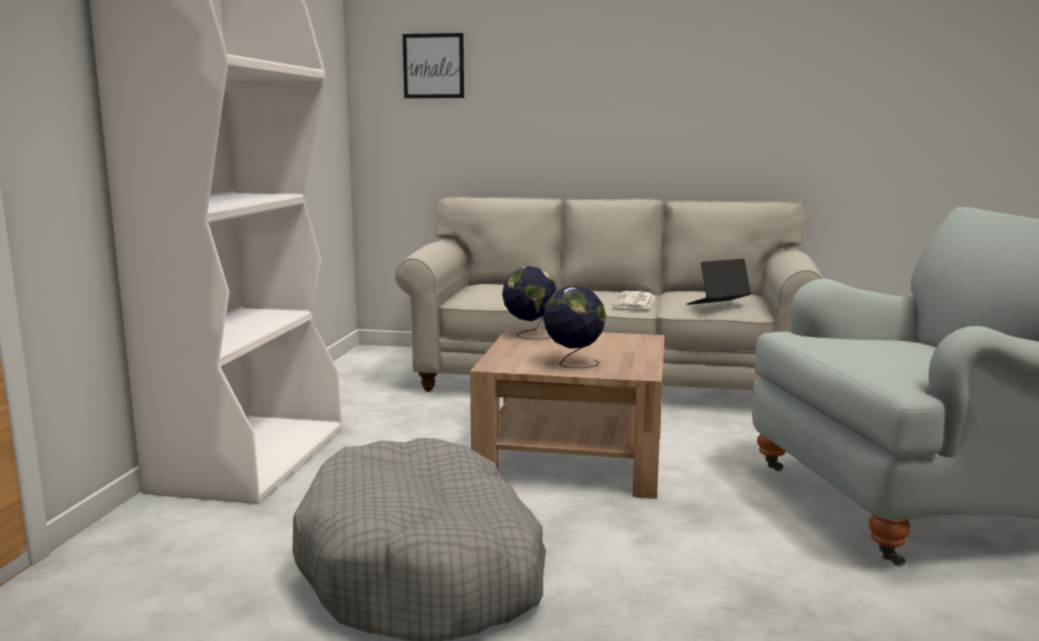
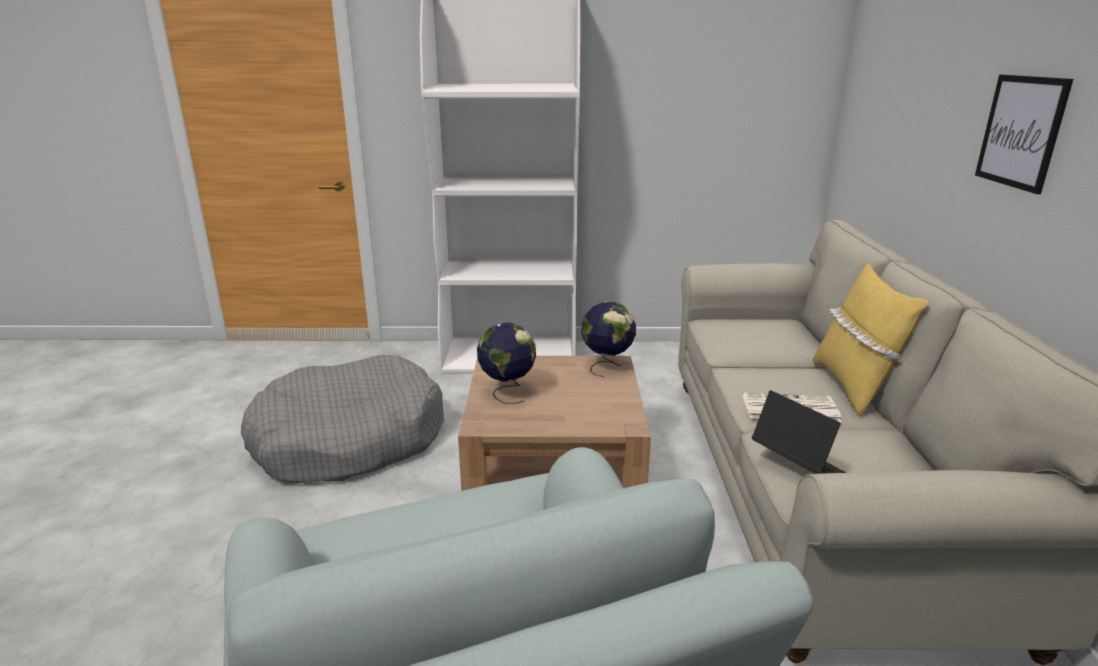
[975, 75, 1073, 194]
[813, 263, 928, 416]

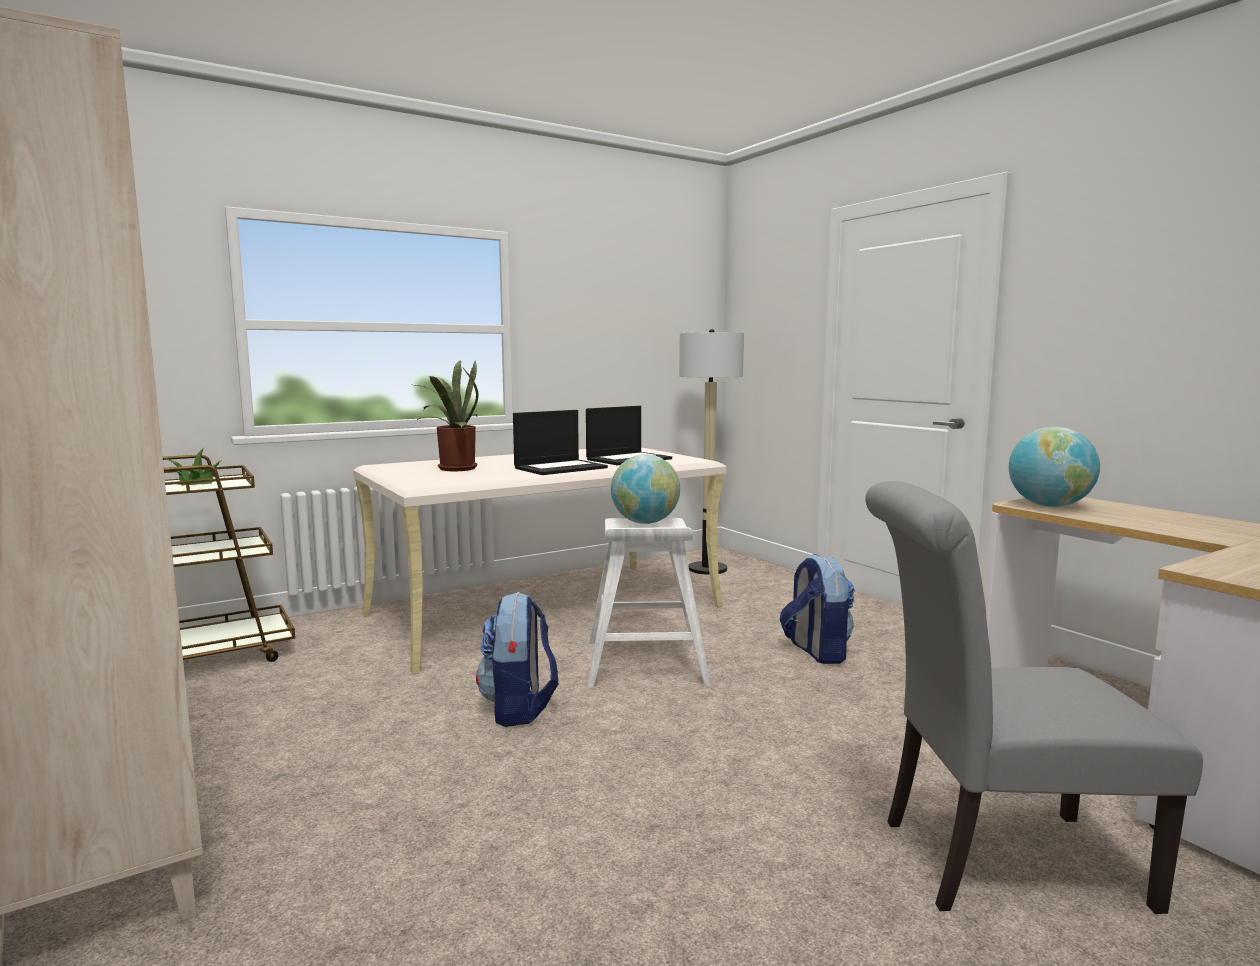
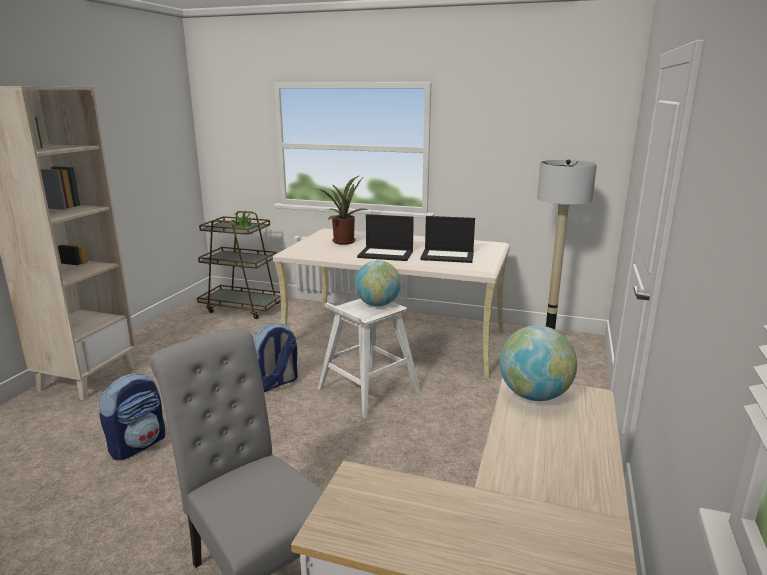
[99, 373, 165, 460]

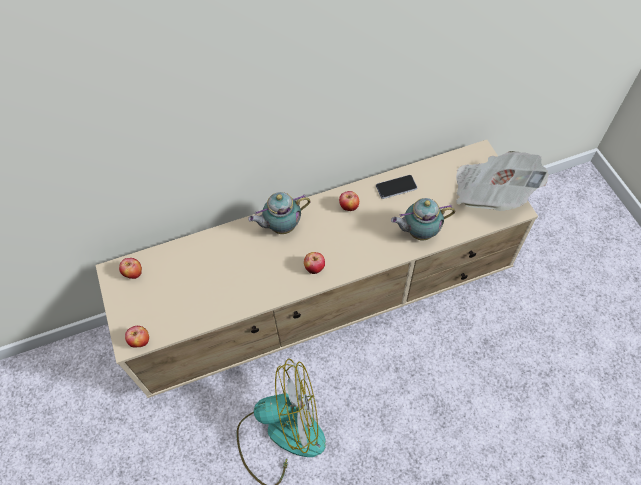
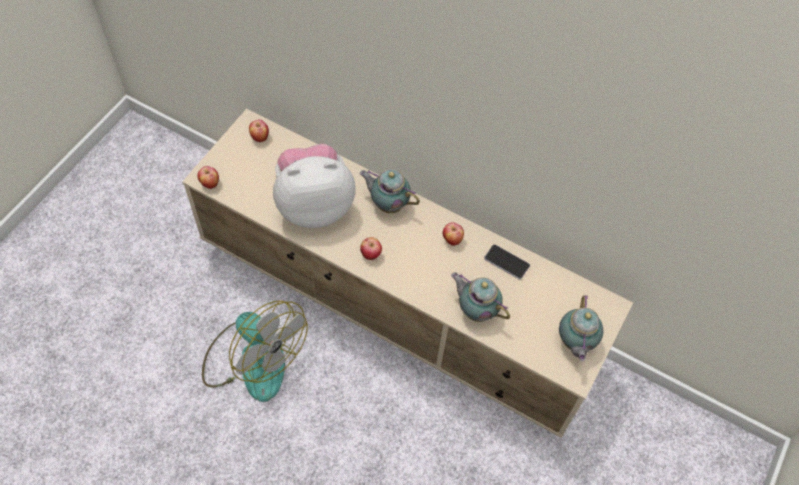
[559, 295, 604, 361]
[273, 144, 356, 228]

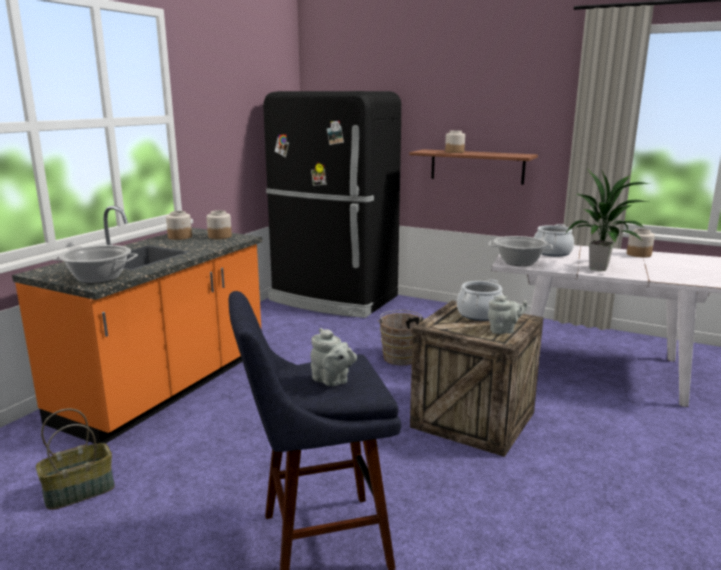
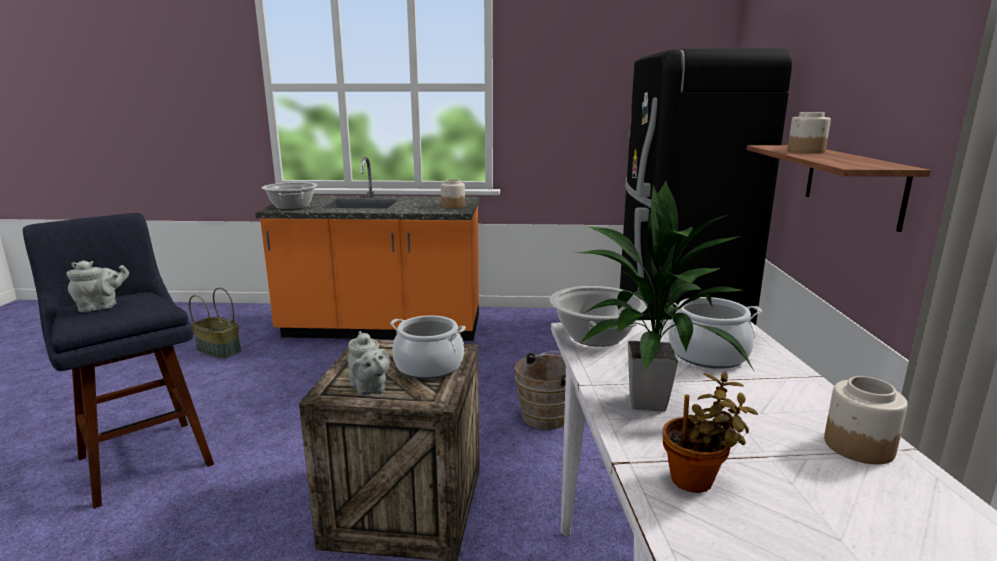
[166, 211, 192, 240] (first image)
[66, 261, 129, 312]
[663, 373, 758, 493]

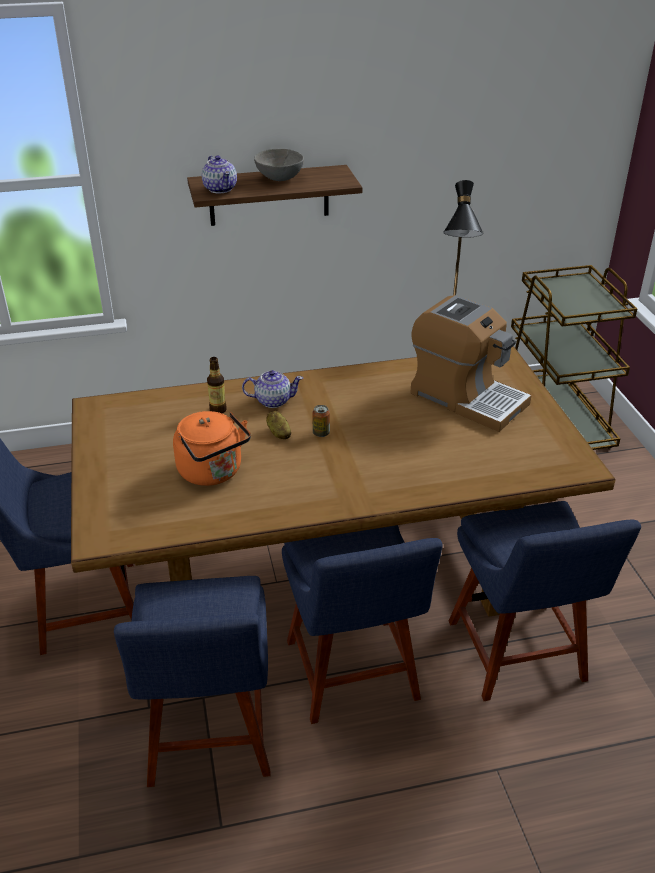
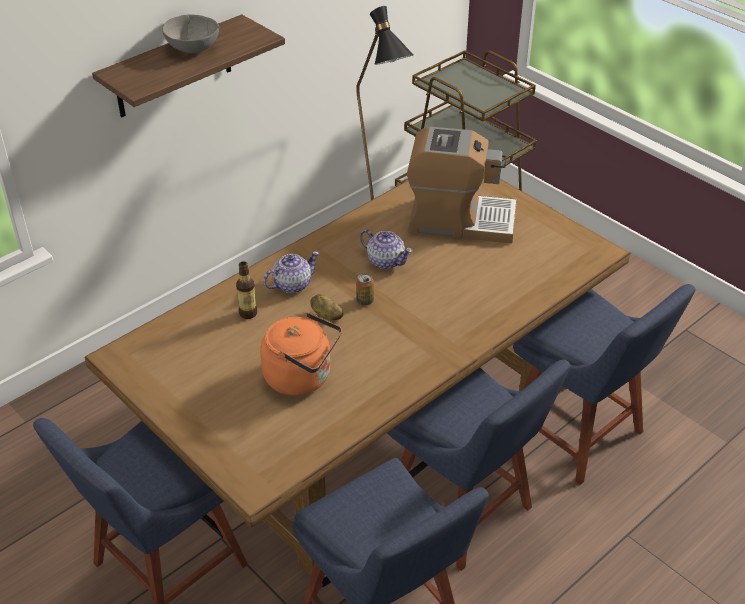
[360, 229, 413, 269]

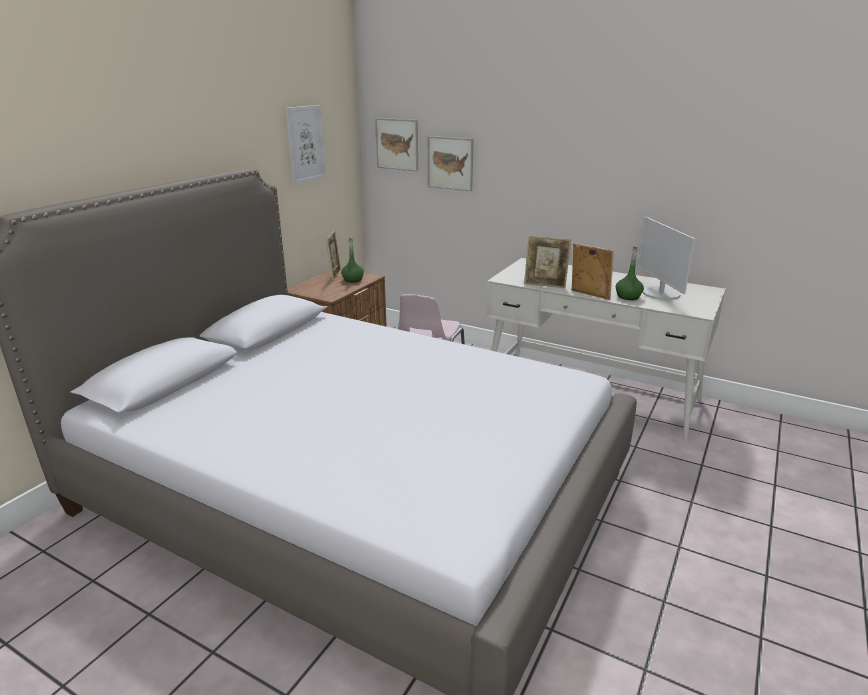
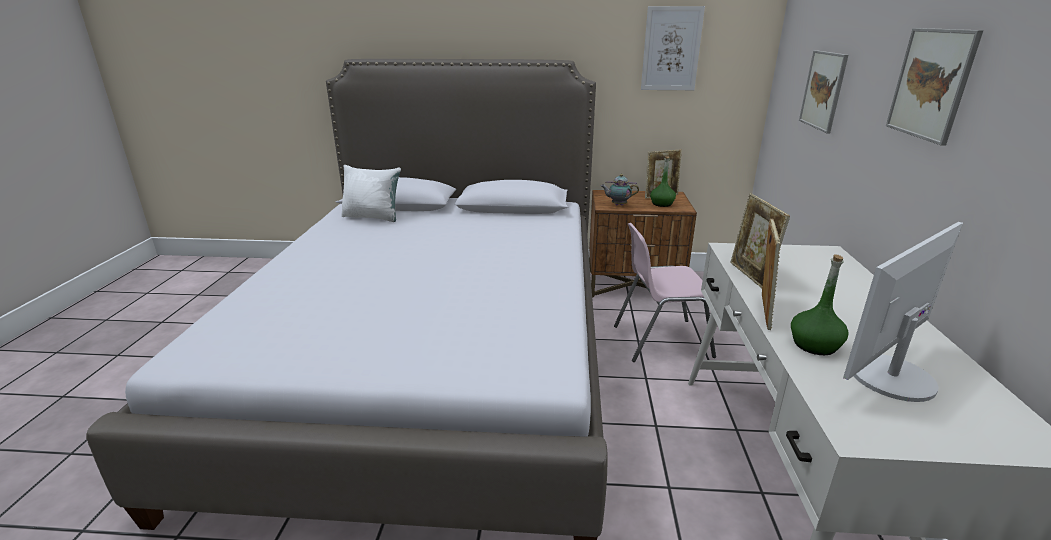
[886, 28, 984, 146]
[341, 165, 401, 222]
[601, 174, 639, 206]

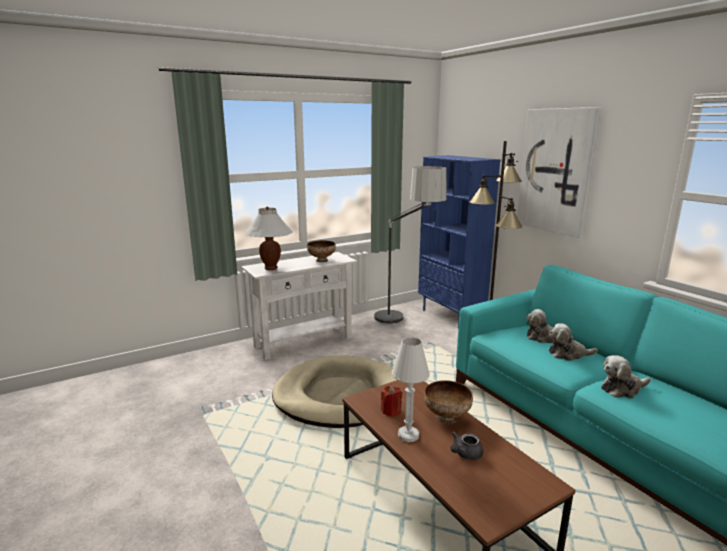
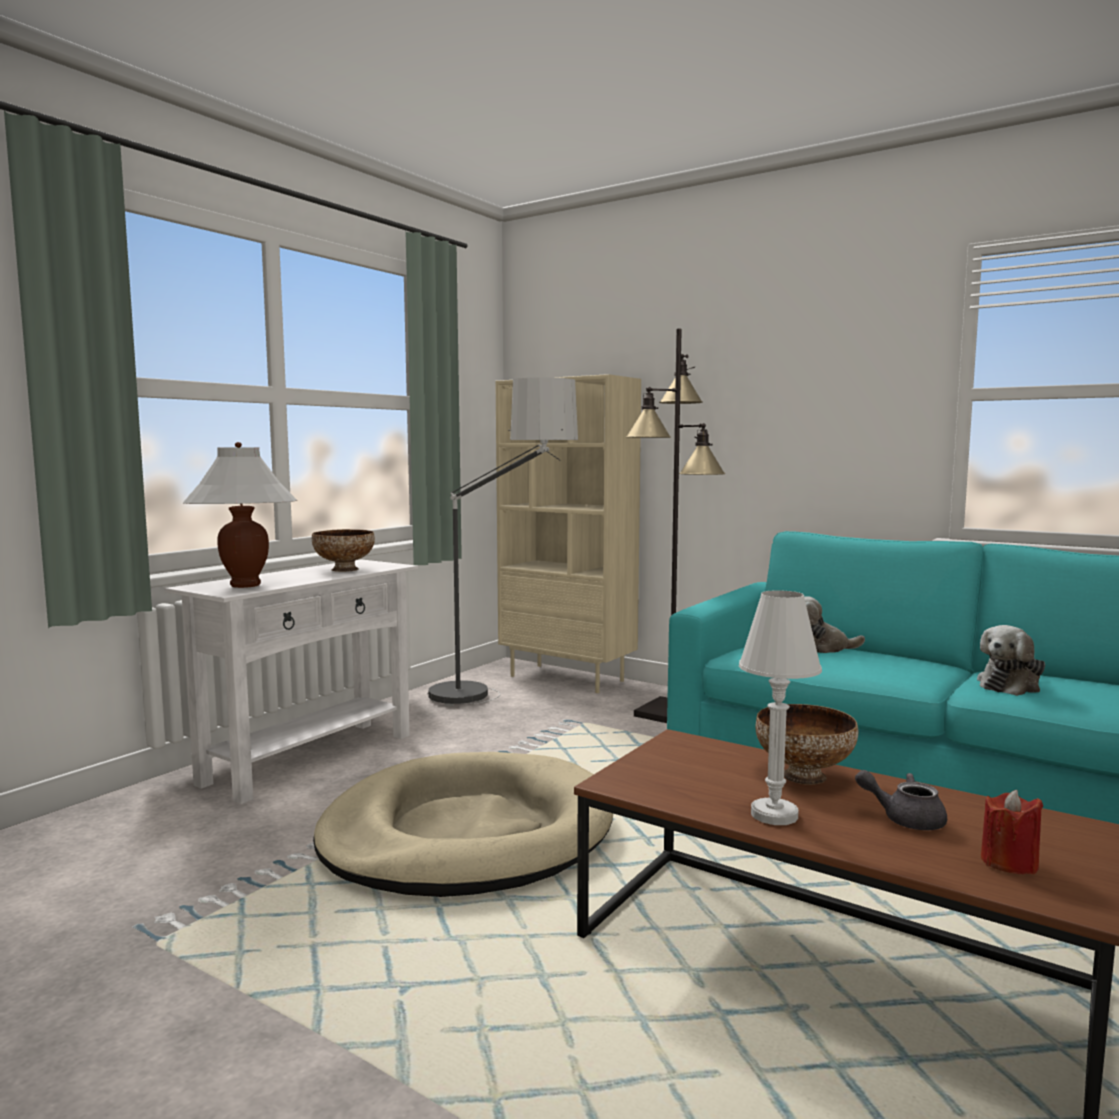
[981, 790, 1043, 874]
[495, 374, 641, 693]
[855, 770, 947, 830]
[517, 107, 601, 238] (first image)
[549, 323, 598, 361] (first image)

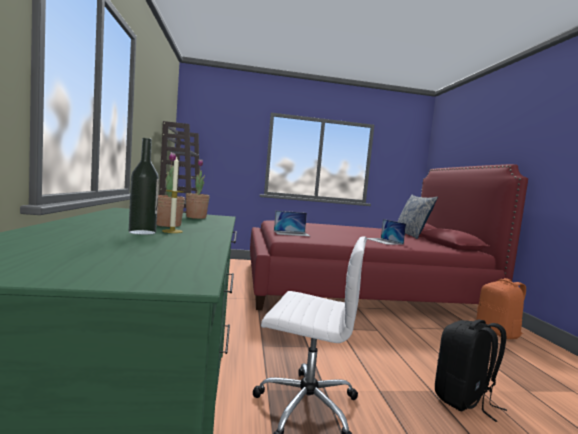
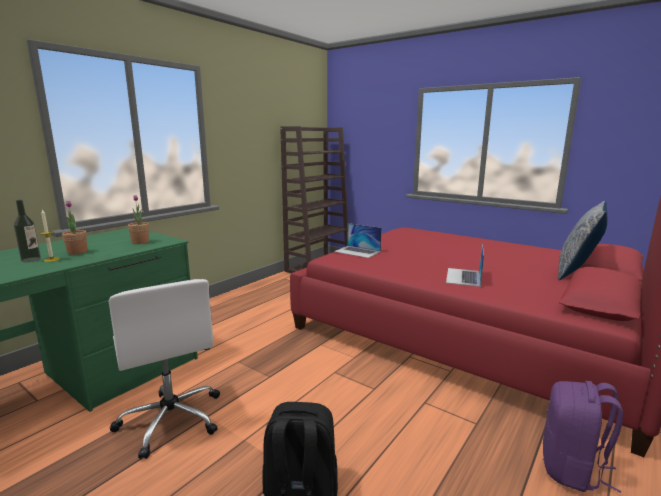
[543, 381, 623, 493]

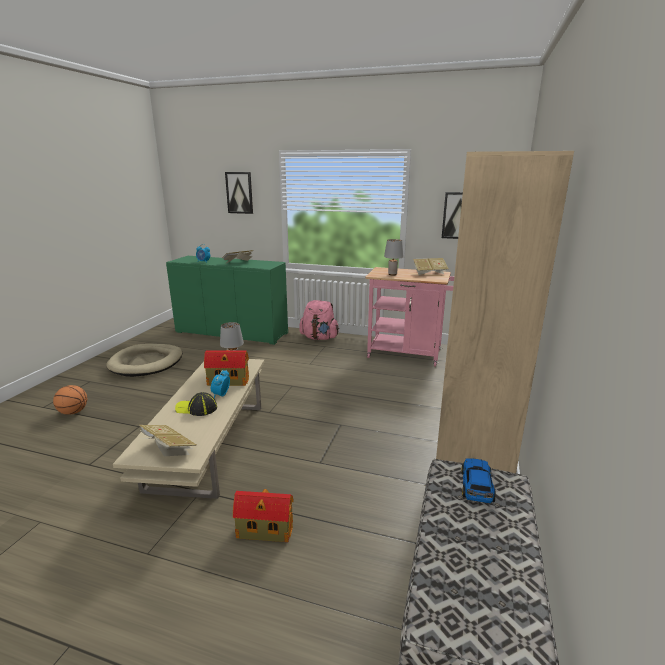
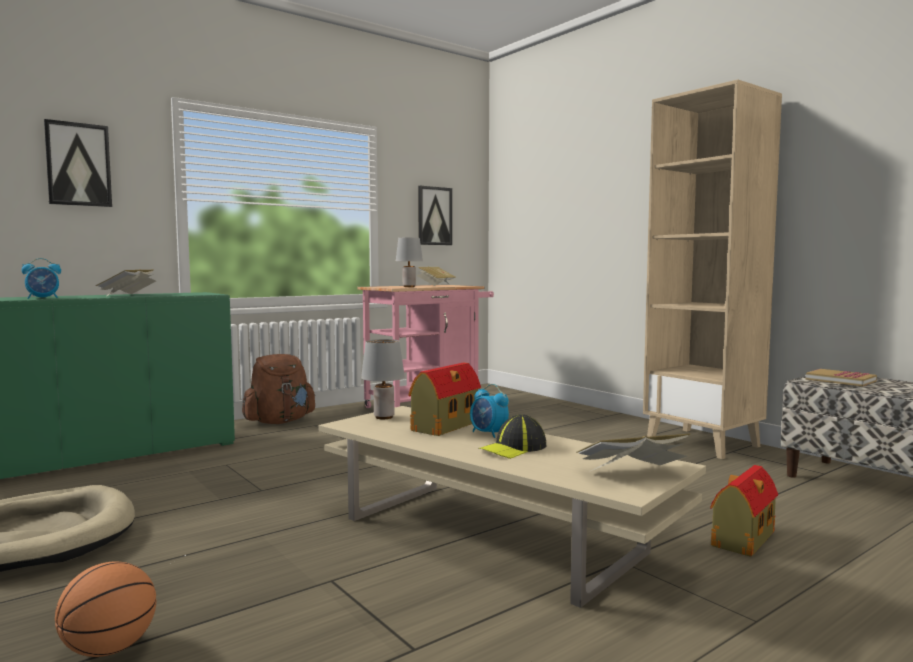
[242, 354, 316, 424]
[806, 369, 877, 386]

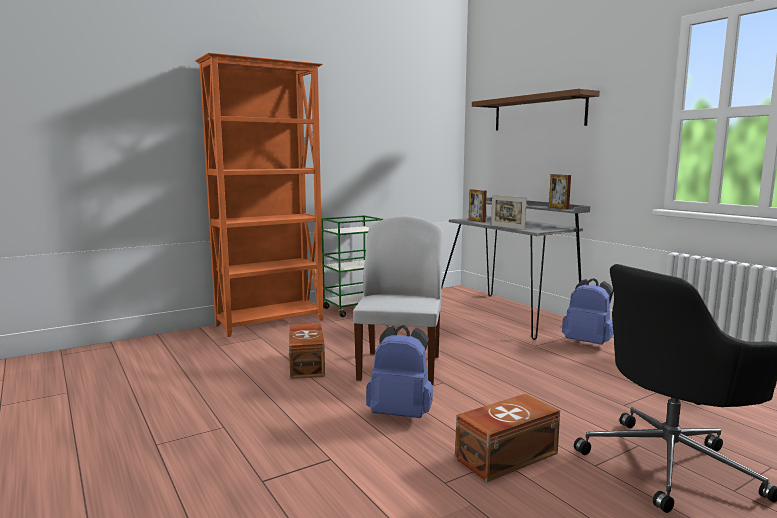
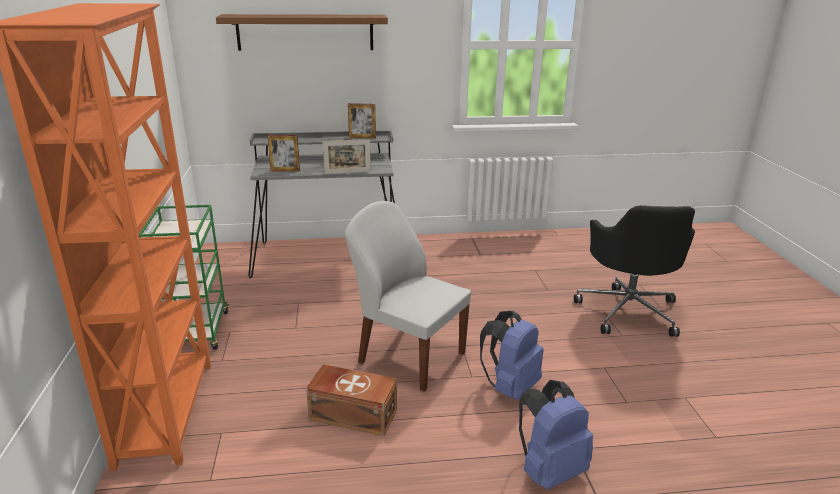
[455, 393, 560, 482] (first image)
[519, 380, 593, 490]

